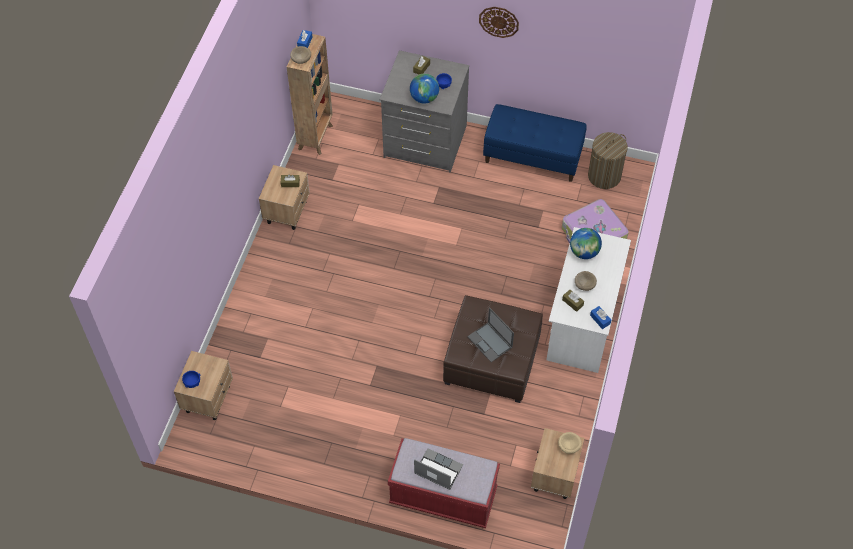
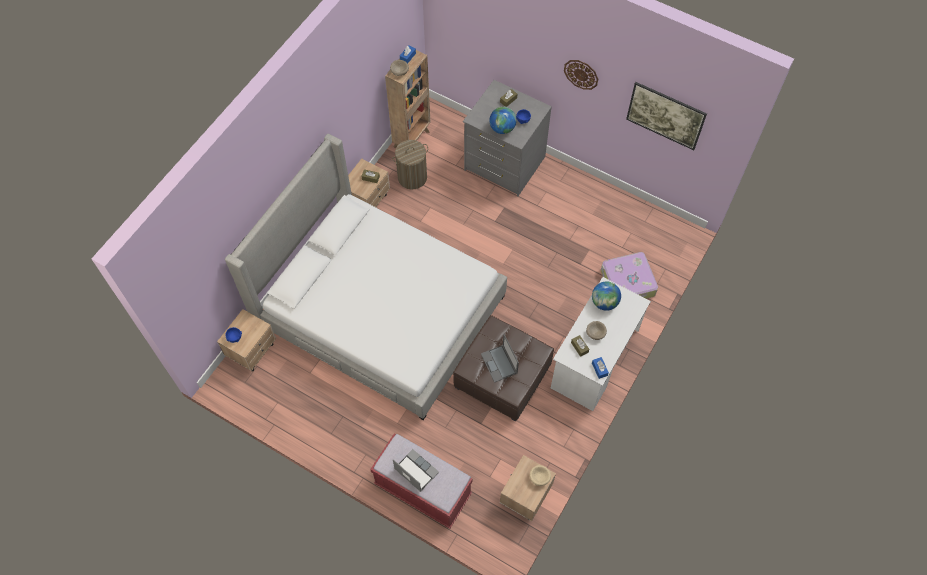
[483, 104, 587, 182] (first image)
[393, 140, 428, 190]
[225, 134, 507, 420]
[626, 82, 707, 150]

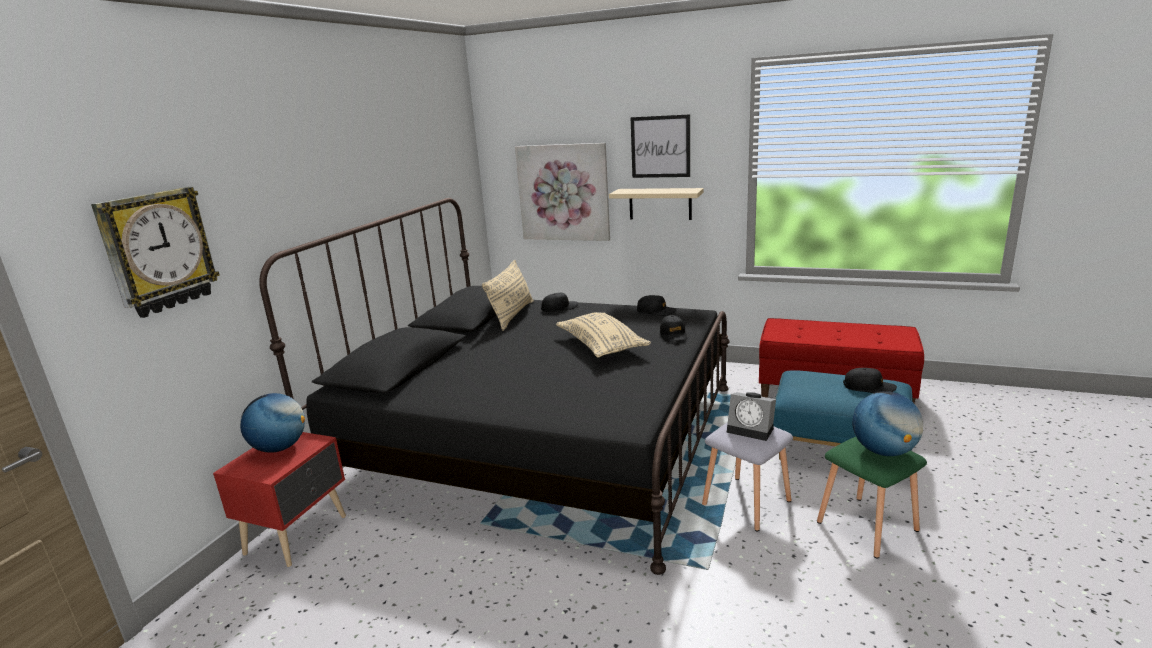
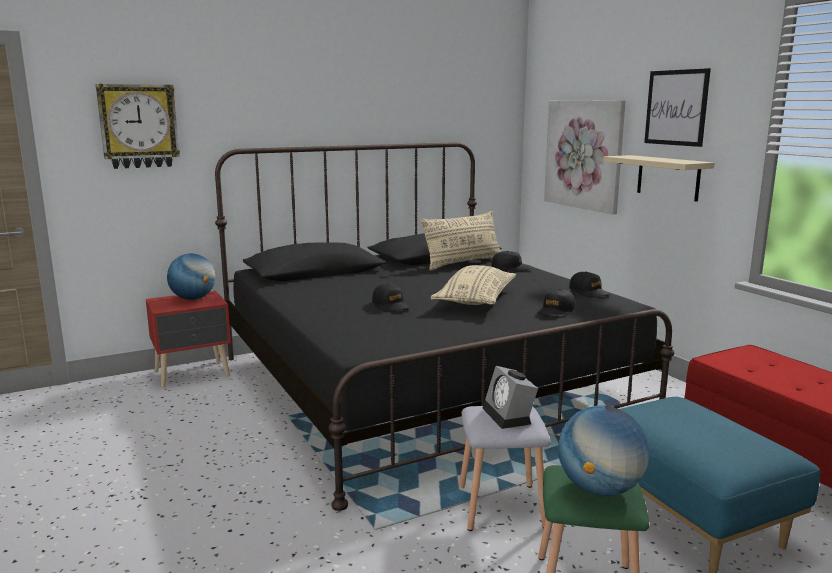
[372, 284, 409, 312]

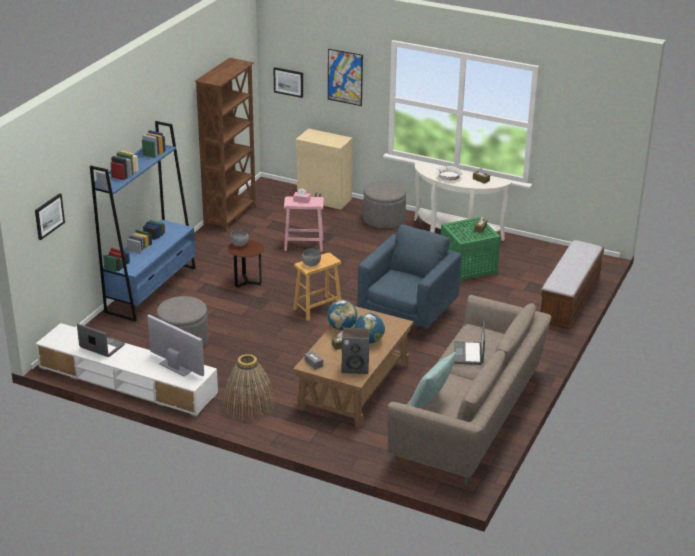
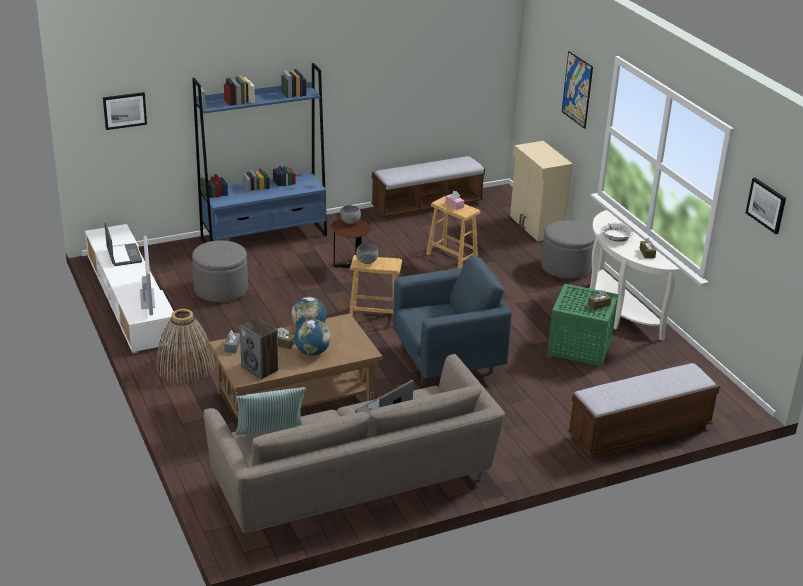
[371, 156, 485, 220]
[746, 178, 786, 234]
[426, 196, 480, 268]

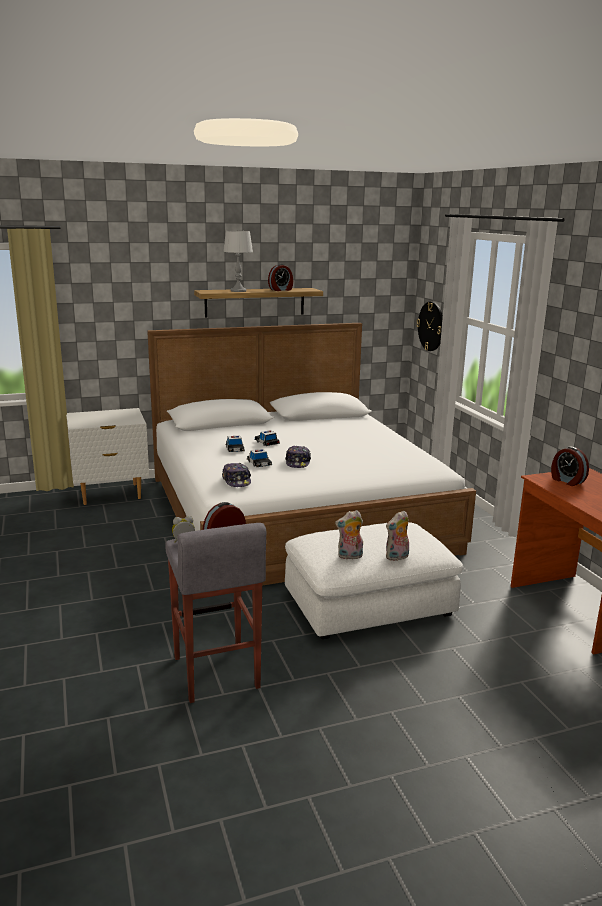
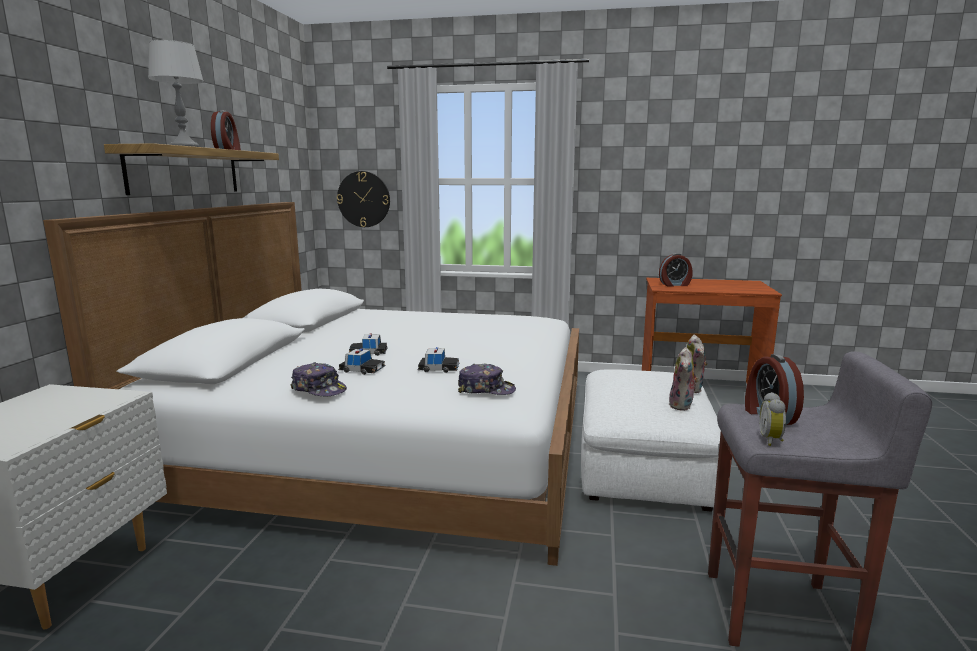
[291, 362, 347, 396]

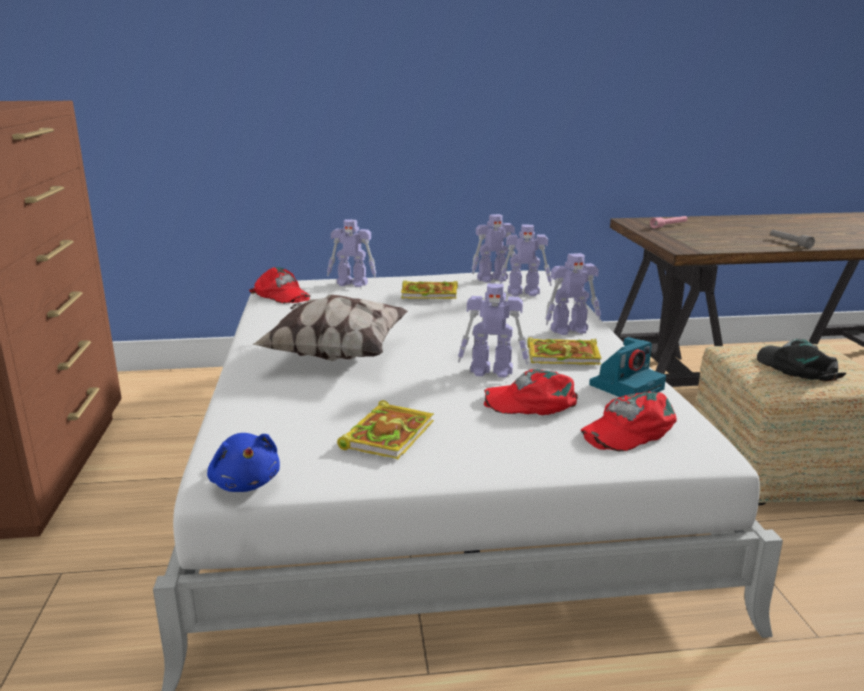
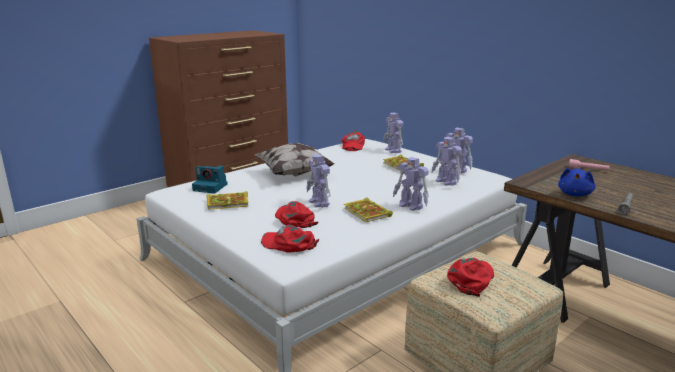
[558, 168, 596, 196]
[192, 165, 227, 194]
[447, 257, 494, 297]

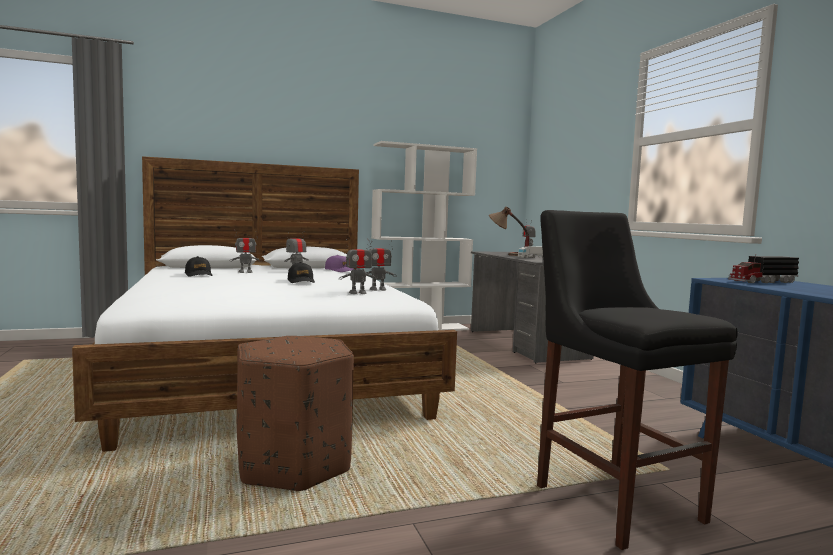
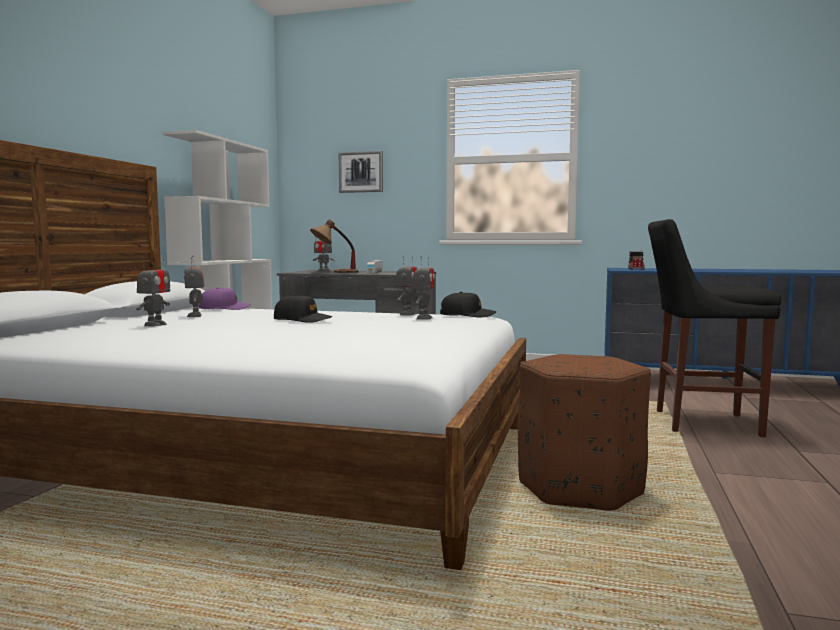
[440, 292, 496, 317]
[339, 151, 383, 193]

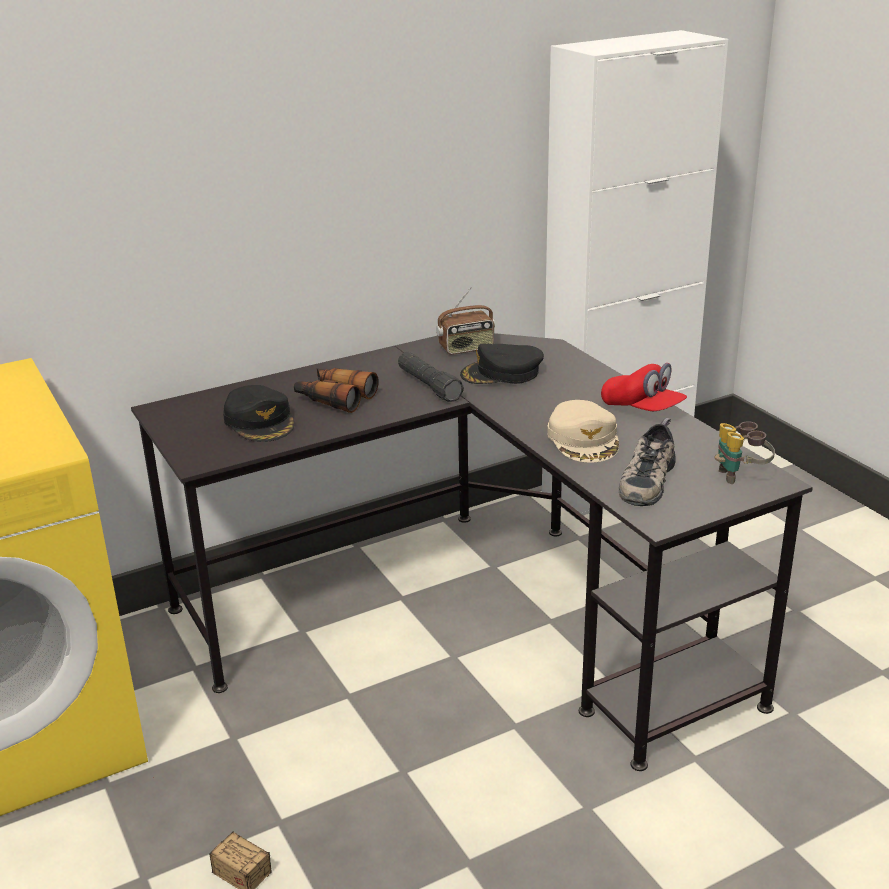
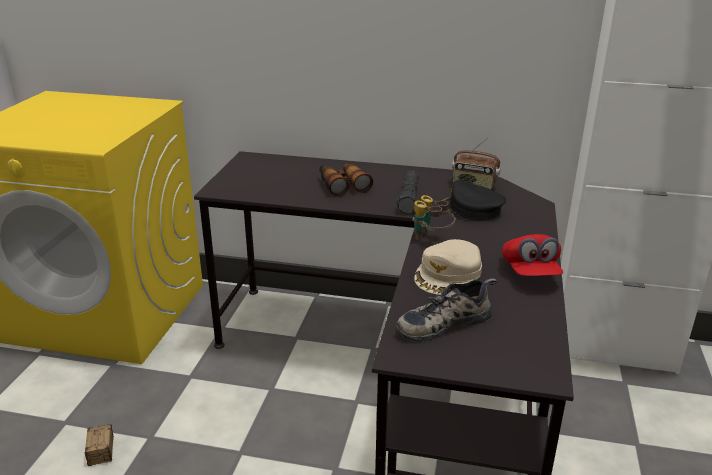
[223, 385, 294, 442] (first image)
[412, 195, 455, 240]

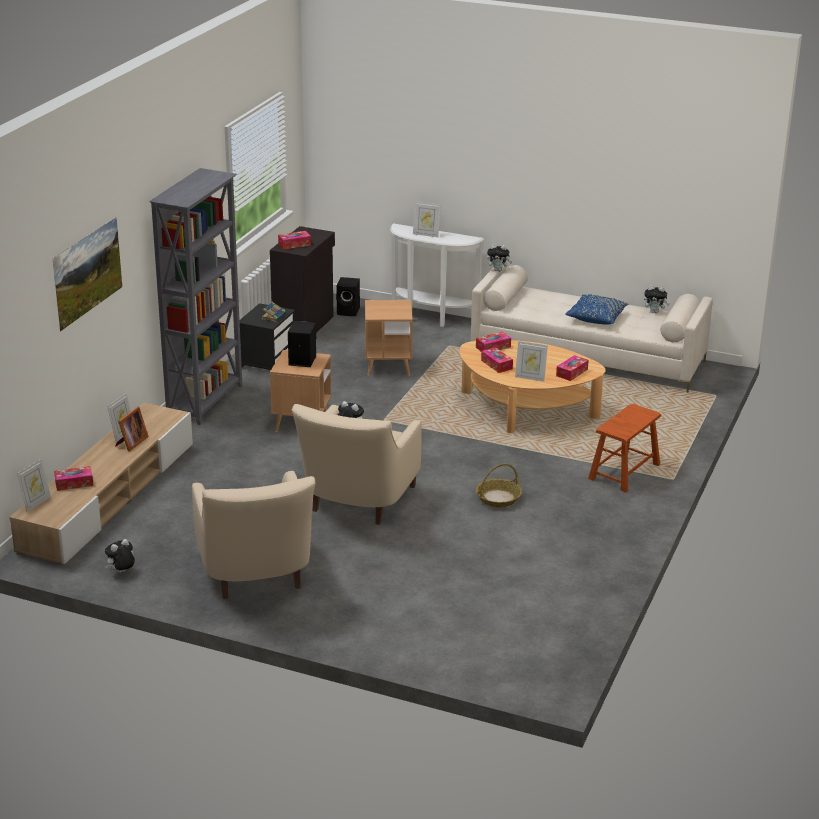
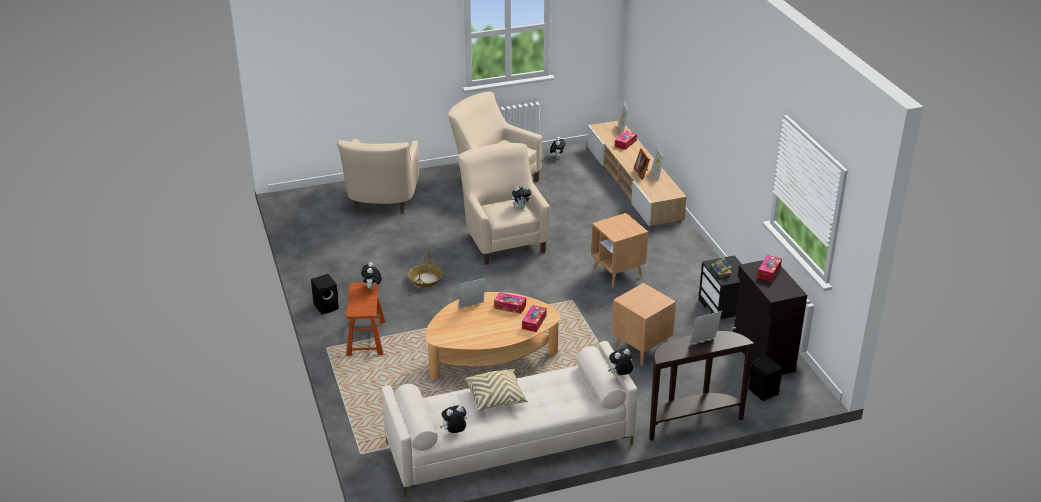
[53, 217, 122, 332] (first image)
[149, 168, 242, 425] (first image)
[311, 274, 339, 314]
[649, 331, 756, 441]
[556, 355, 589, 381] (first image)
[464, 369, 528, 411]
[337, 139, 419, 214]
[361, 262, 382, 289]

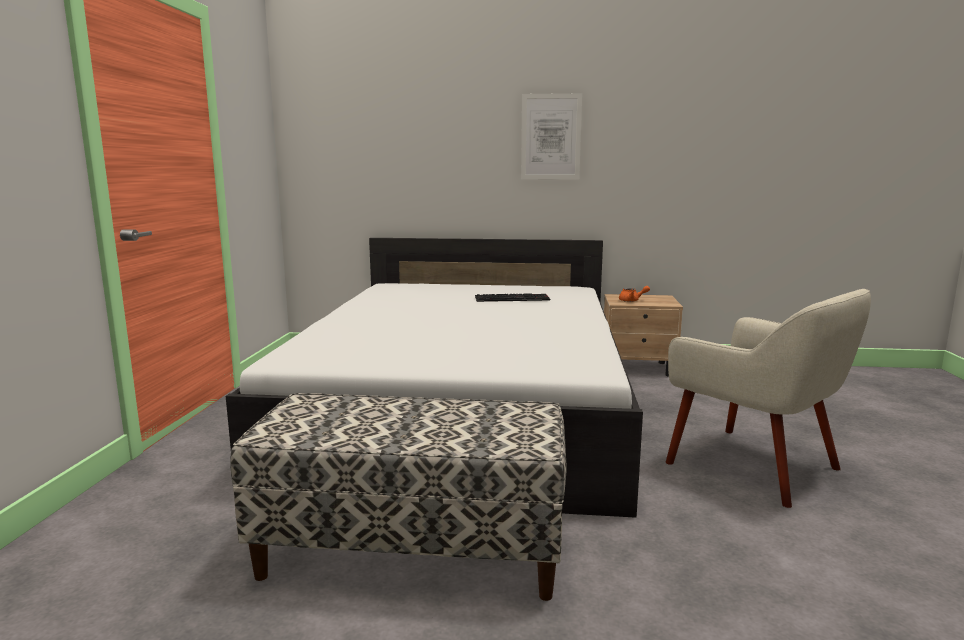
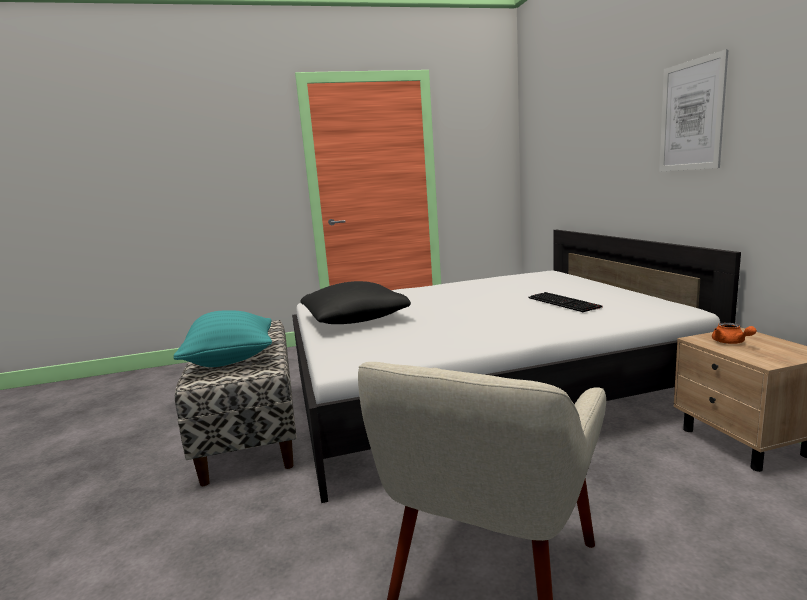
[174, 310, 272, 367]
[300, 281, 411, 324]

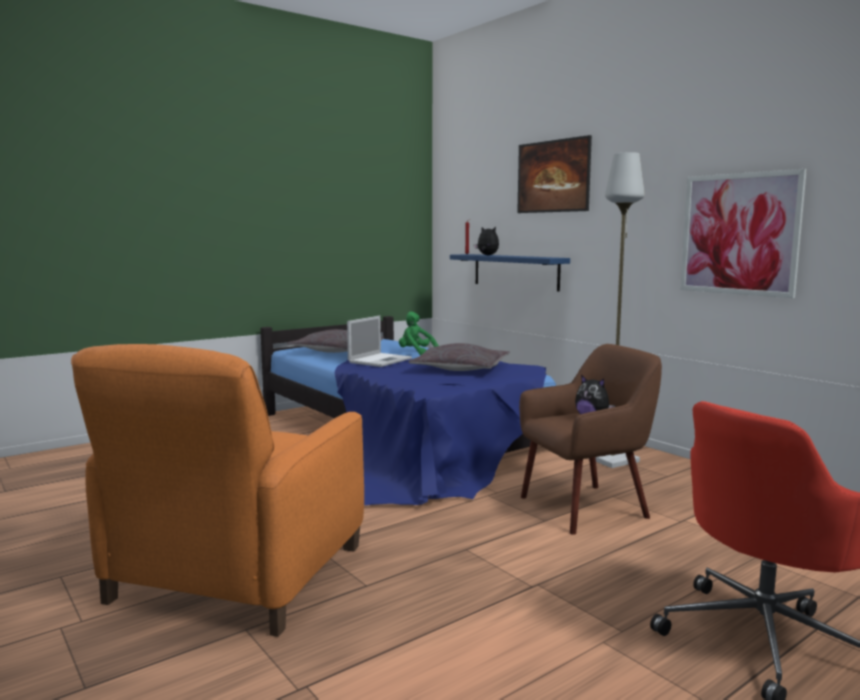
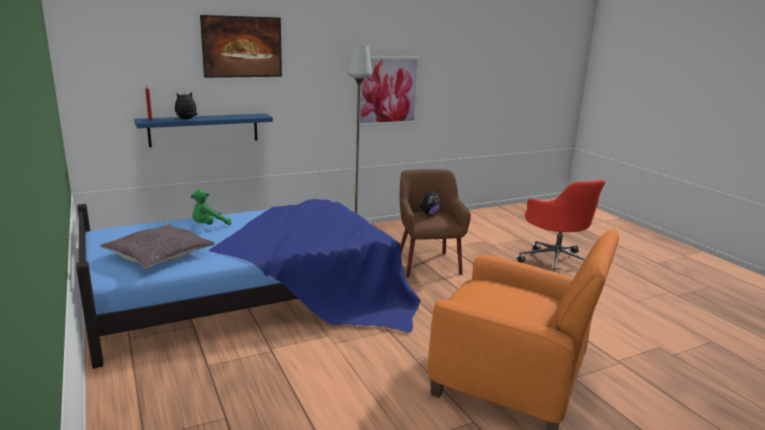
[347, 316, 412, 367] (first image)
[408, 343, 510, 371] (first image)

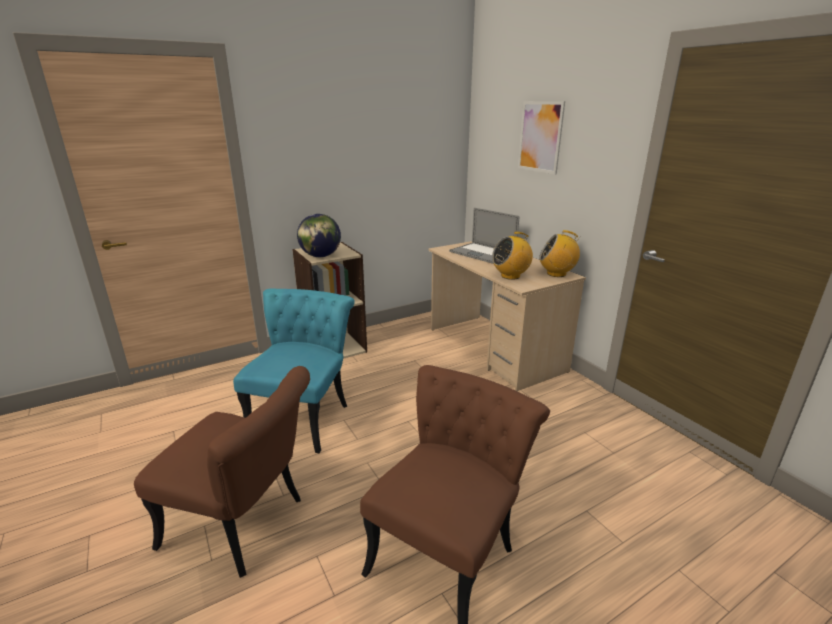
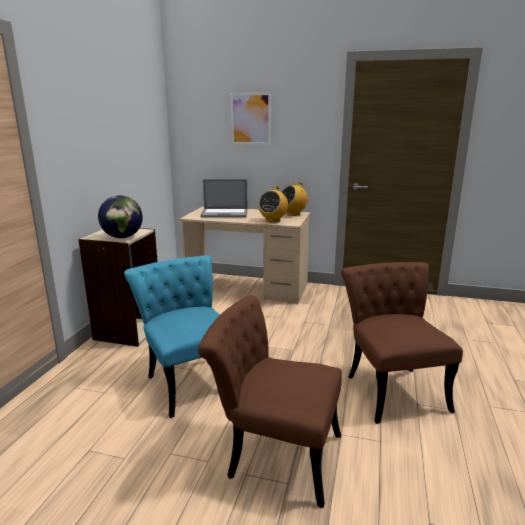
[198, 295, 342, 508]

